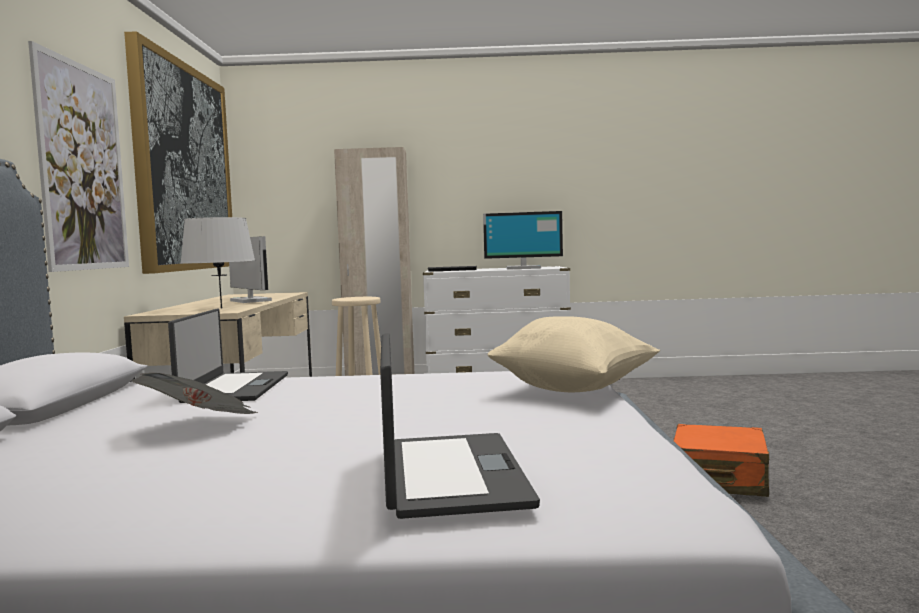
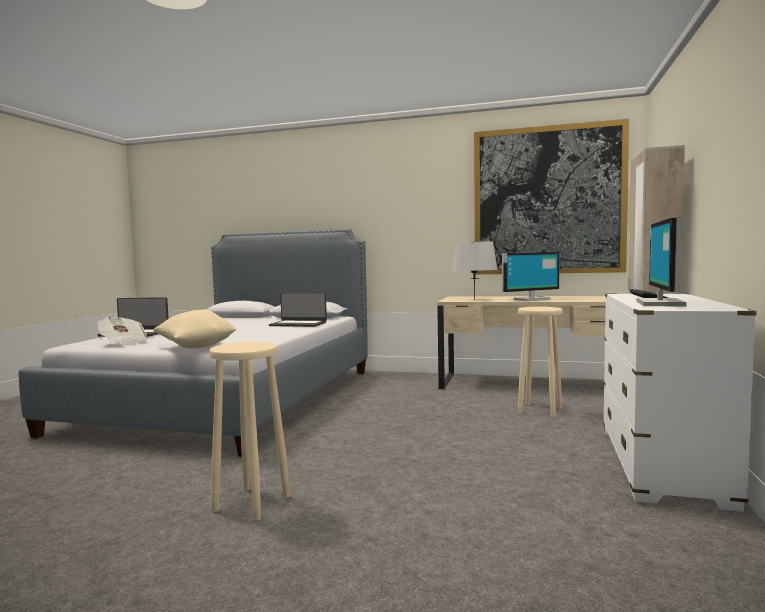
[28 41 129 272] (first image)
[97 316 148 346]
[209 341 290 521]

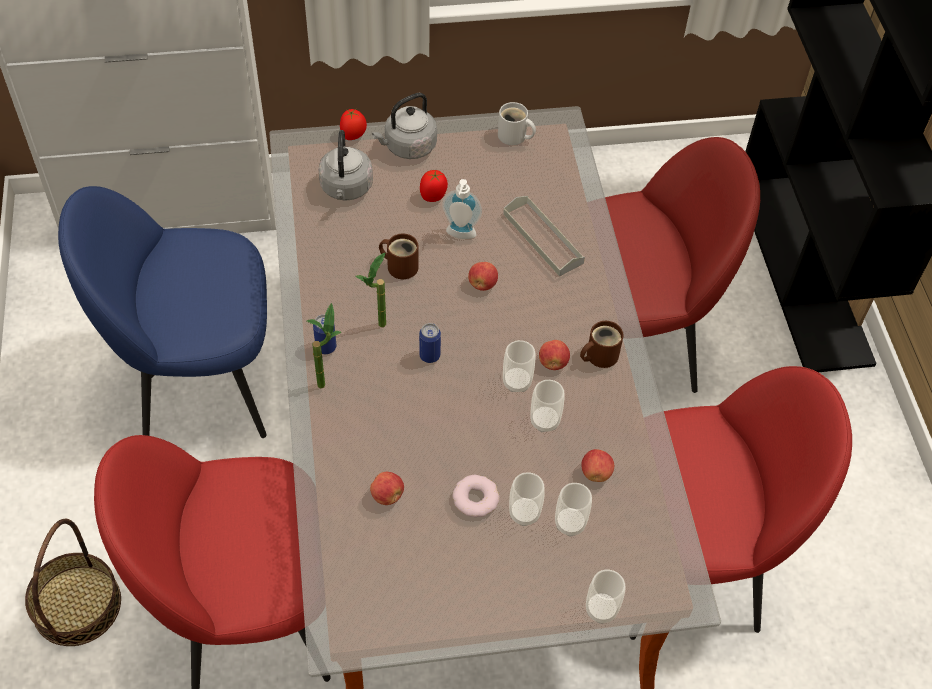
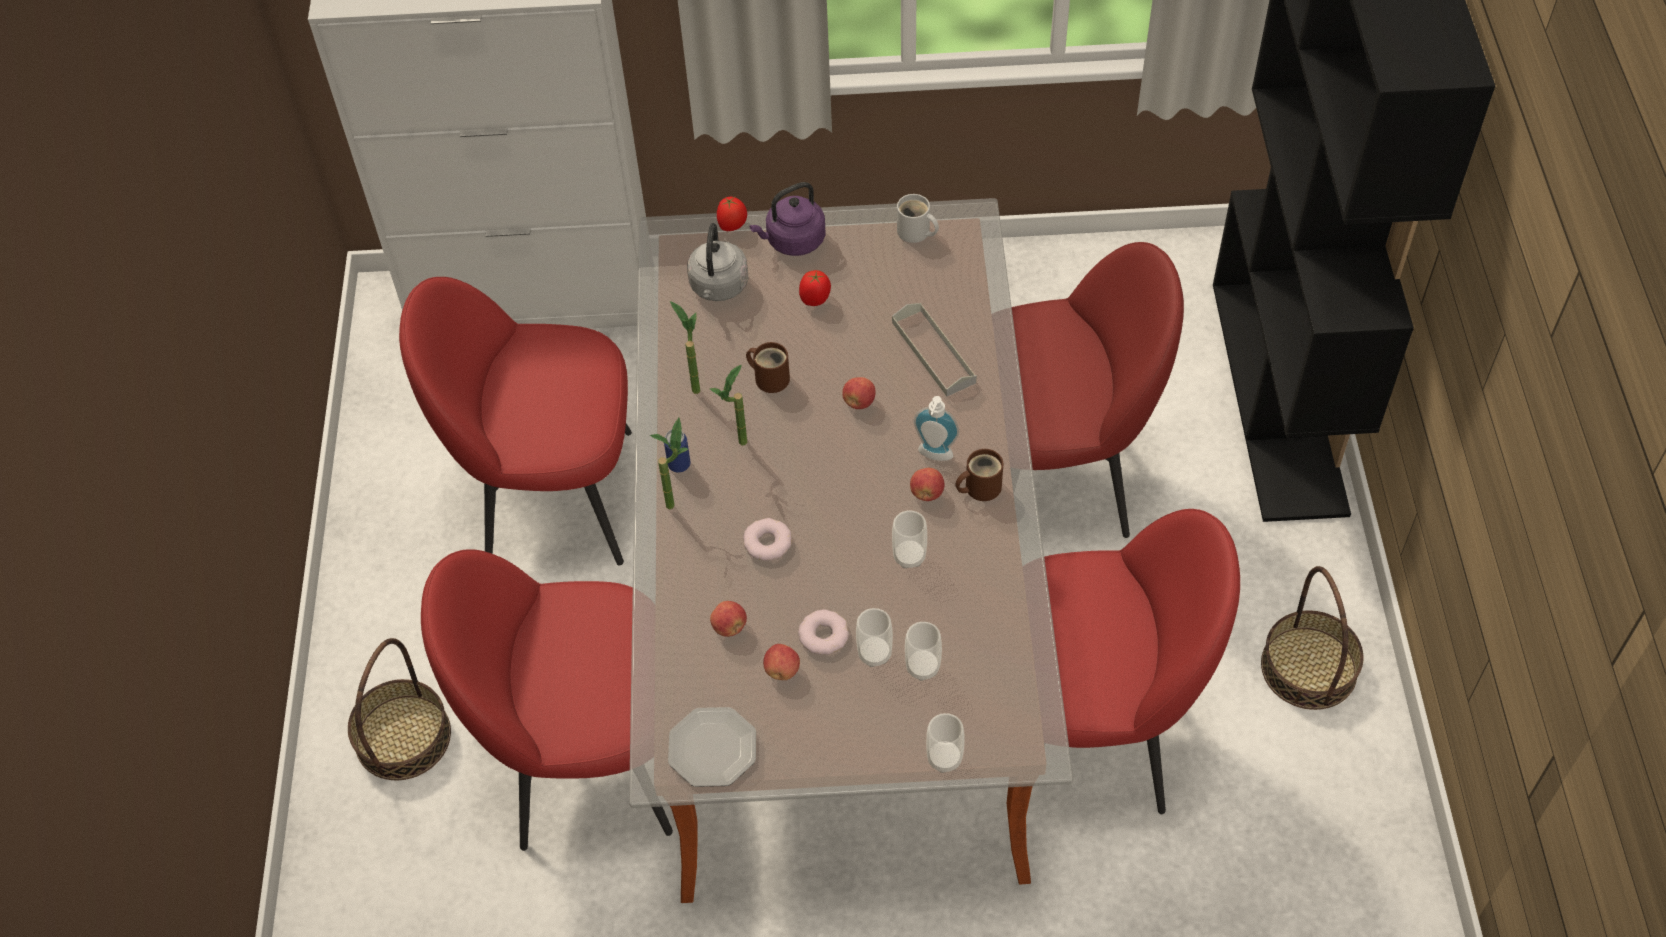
[419 323 441 363] (first image)
[503 340 535 392] (first image)
[668 707 756 787]
[670 301 700 394]
[743 518 792 561]
[1261 566 1363 710]
[914 396 959 461]
[763 644 800 680]
[399 277 632 566]
[749 182 826 256]

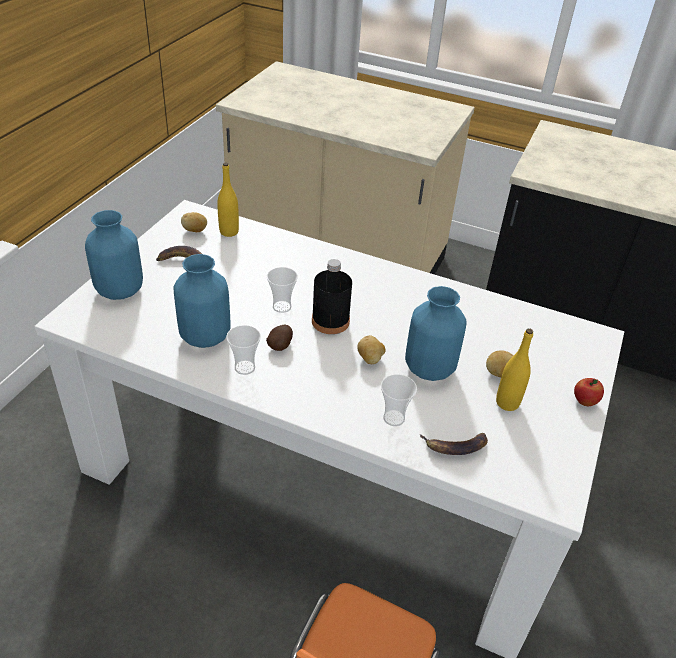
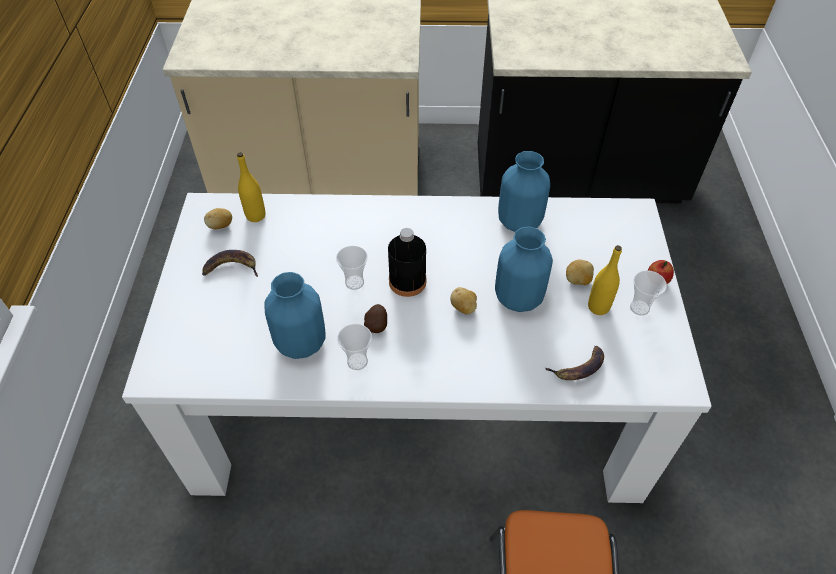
[498 151 550 232]
[630 270 667 316]

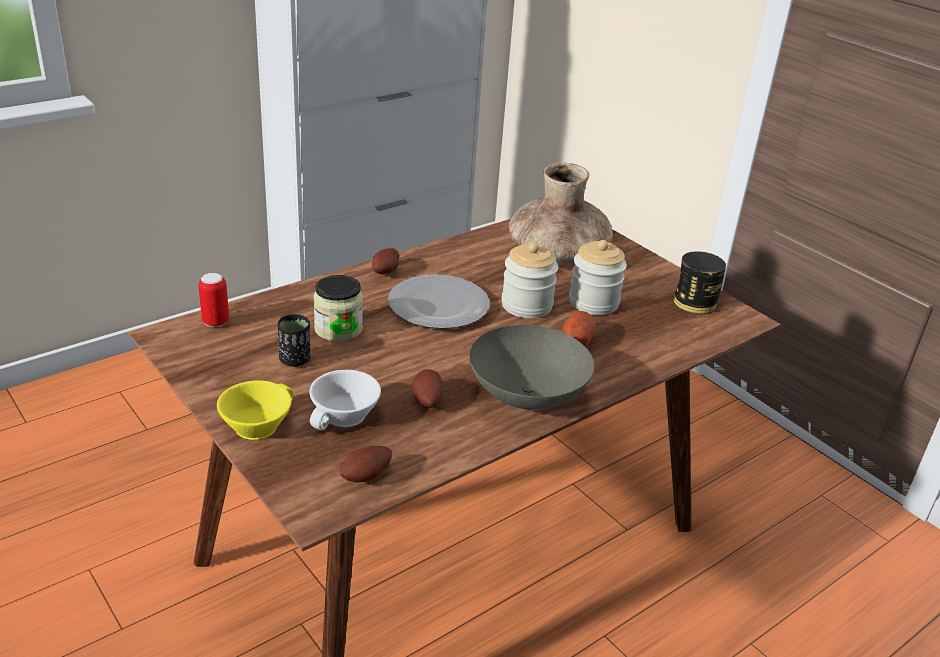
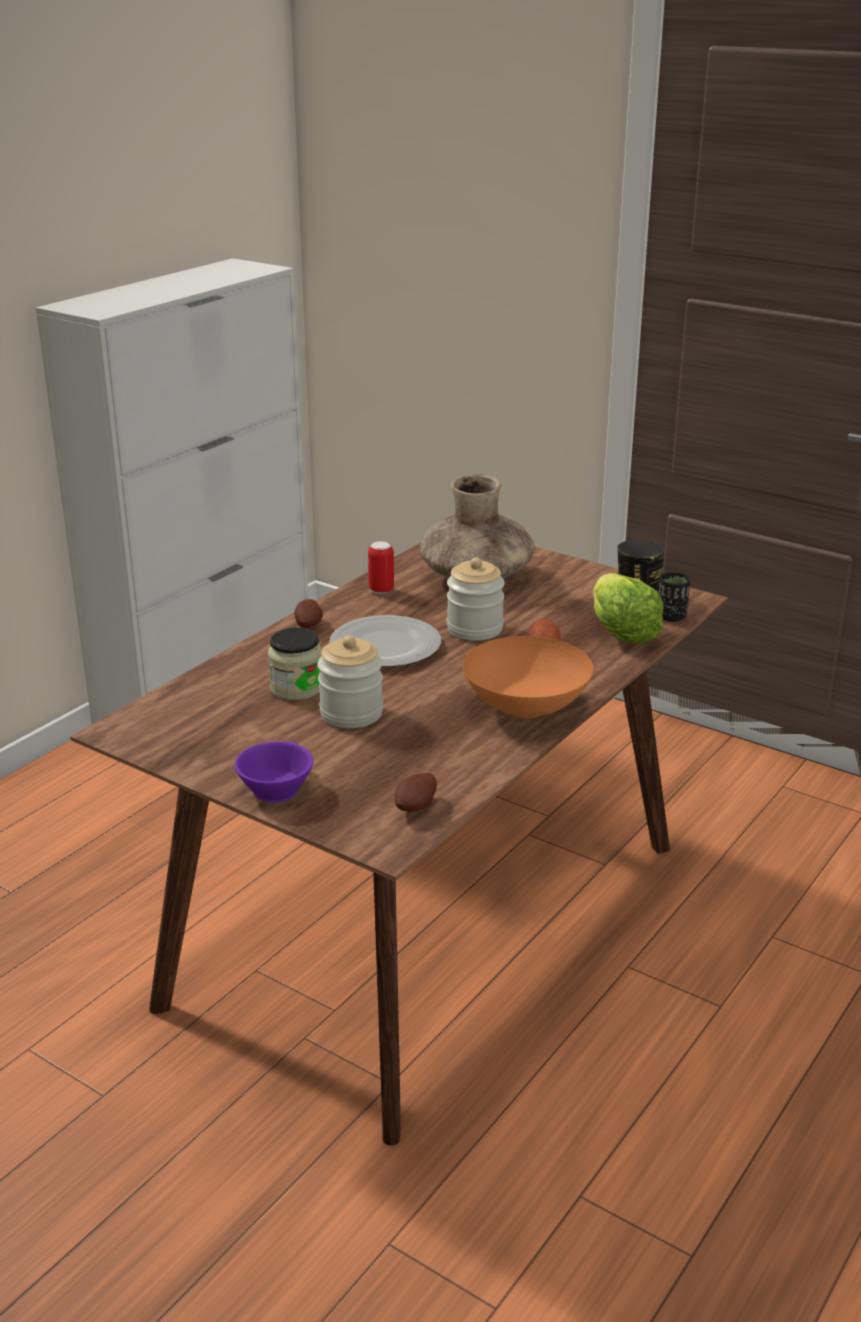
[309 370 381 430] (first image)
[412 369 443 408] (first image)
[593 573 663 644]
[368 541 394 594]
[659 572 690 622]
[317 636 383 728]
[235 741 313 803]
[463 636 593 718]

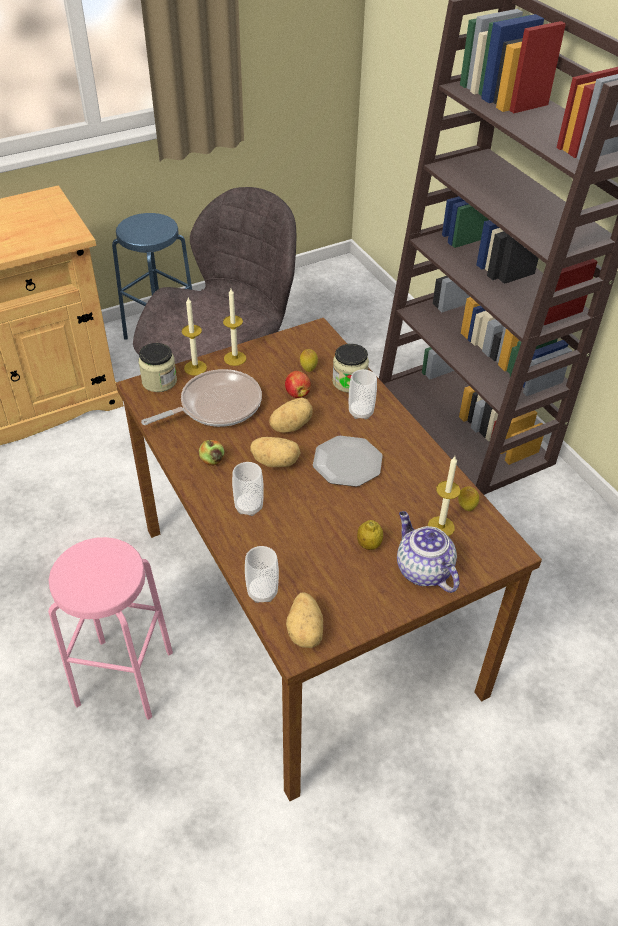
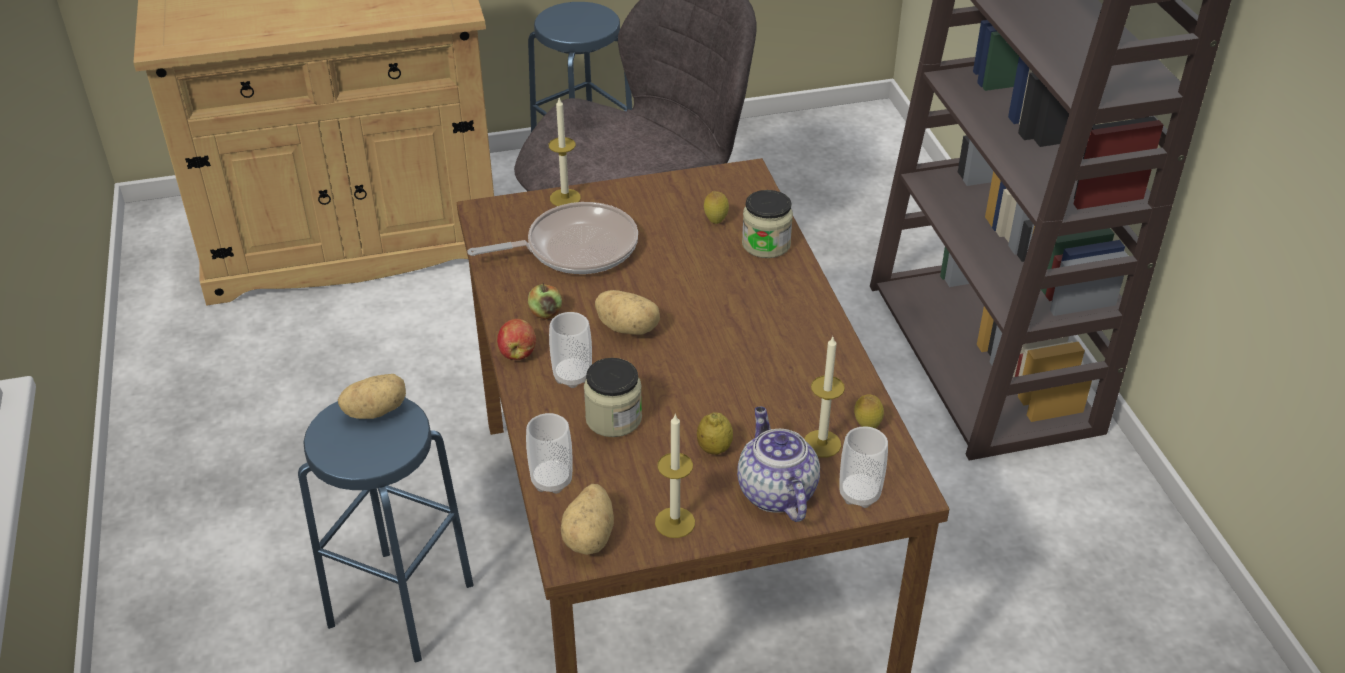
[313 436 383 487] (first image)
[584 358 642 437]
[655 413 695 538]
[338 374 406 419]
[497 319 536 360]
[839 426 888 508]
[298 398 474 663]

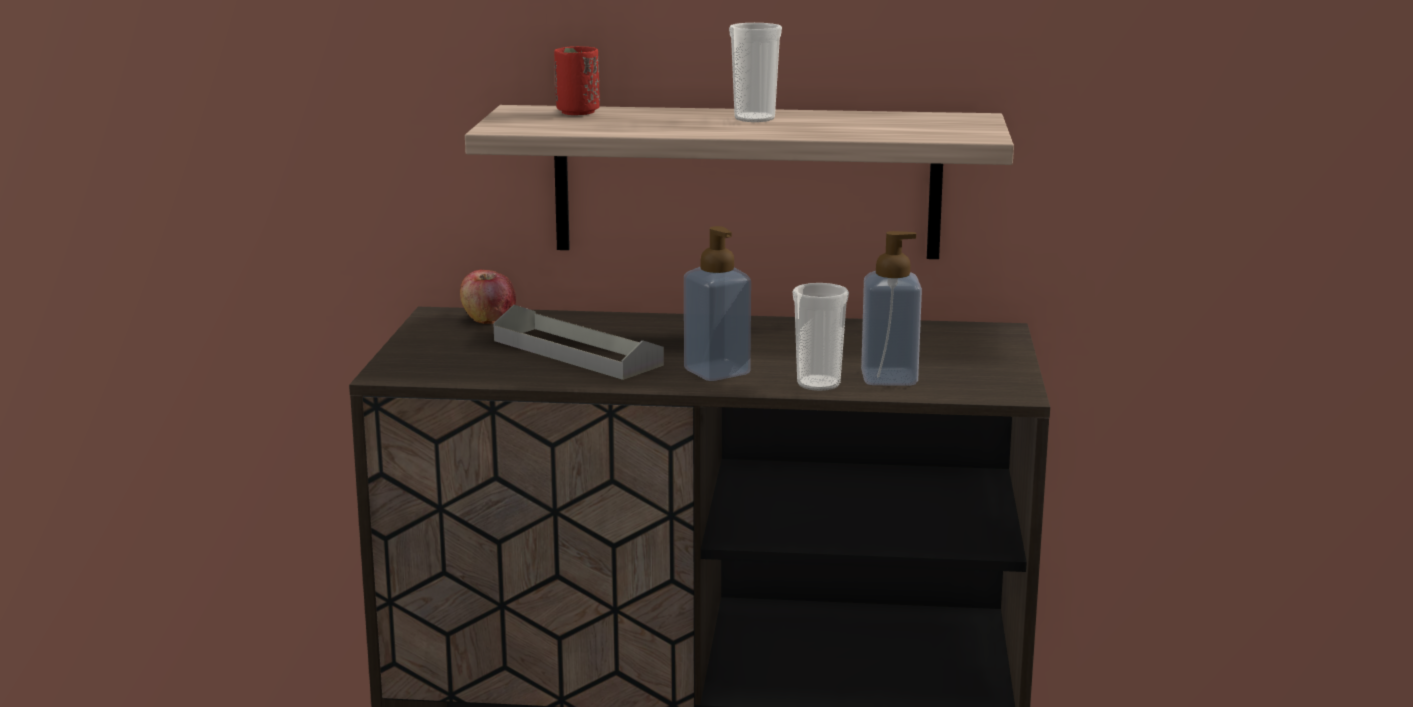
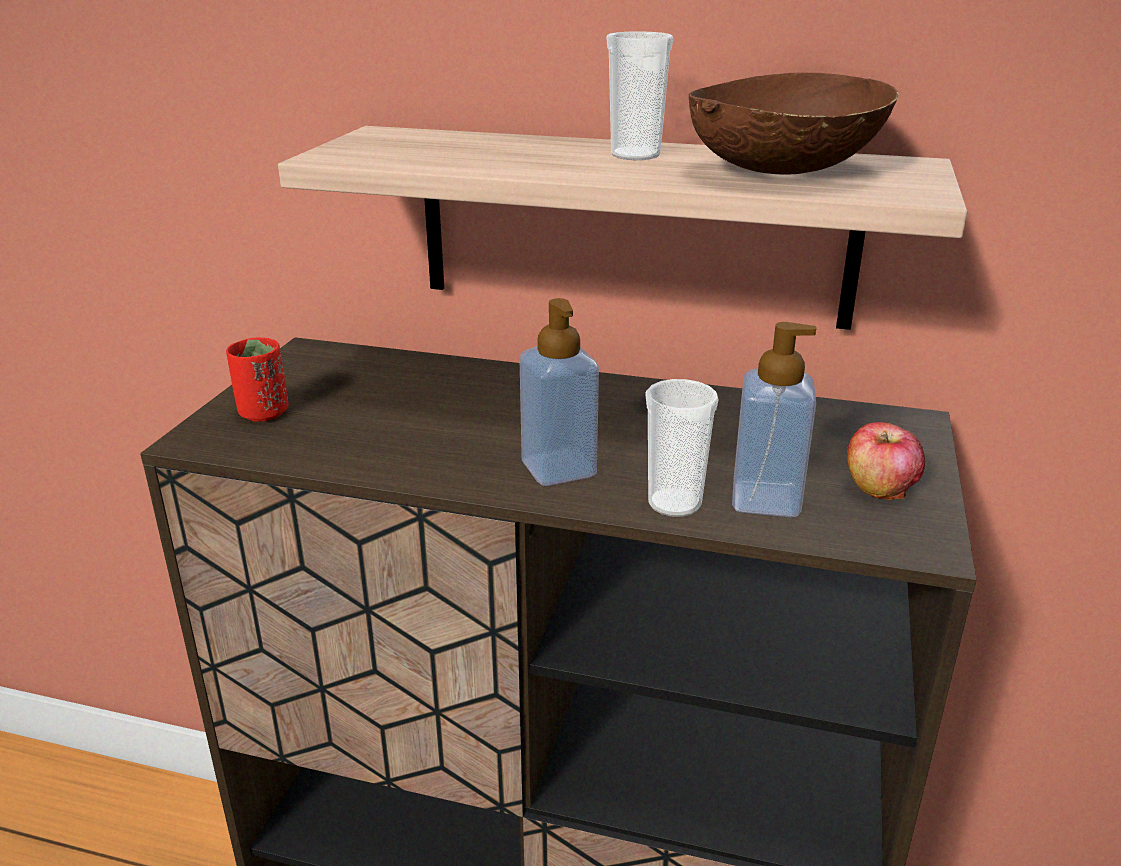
[493 305 664 380] (first image)
[689 72 899 175]
[847 422 925 500]
[226 338 289 422]

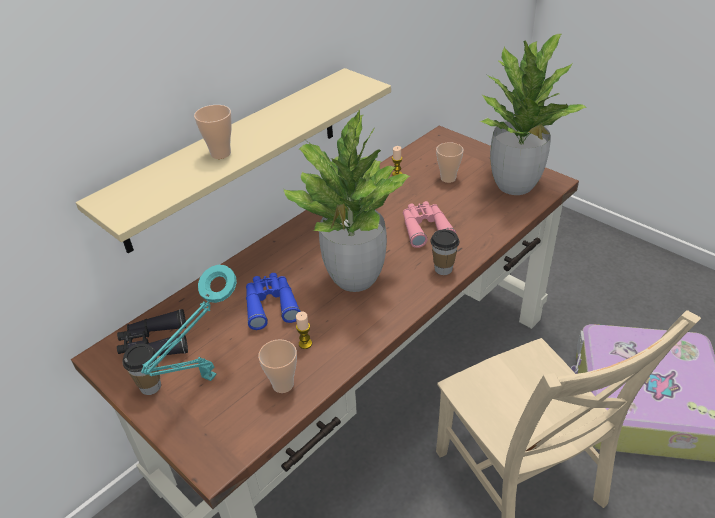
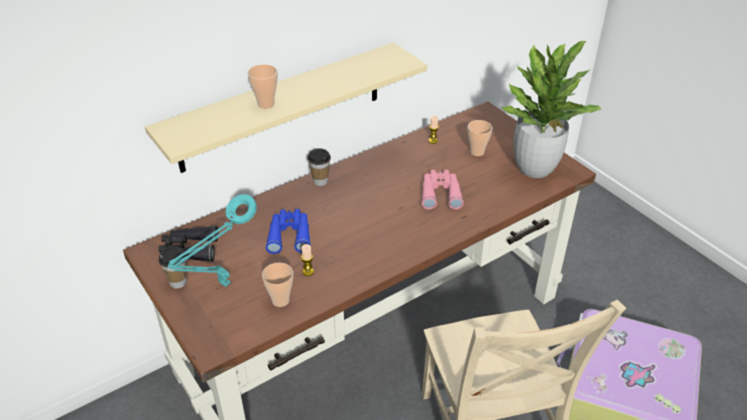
[284 108 411 292] (first image)
[308 148 331 186]

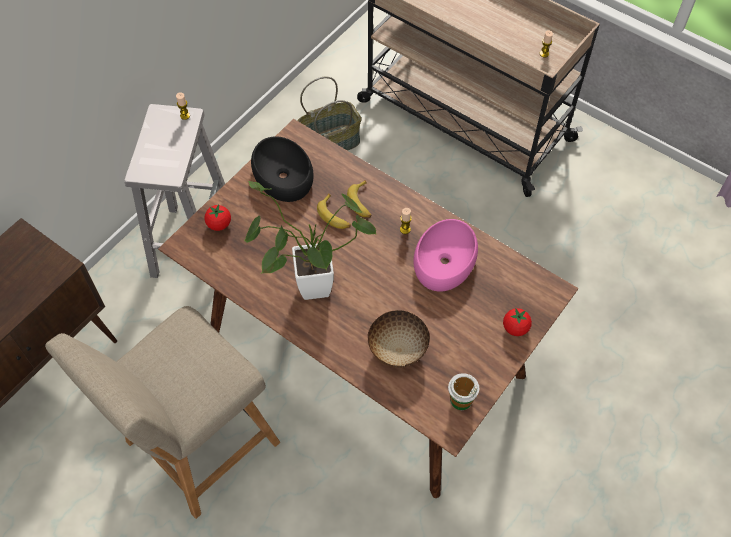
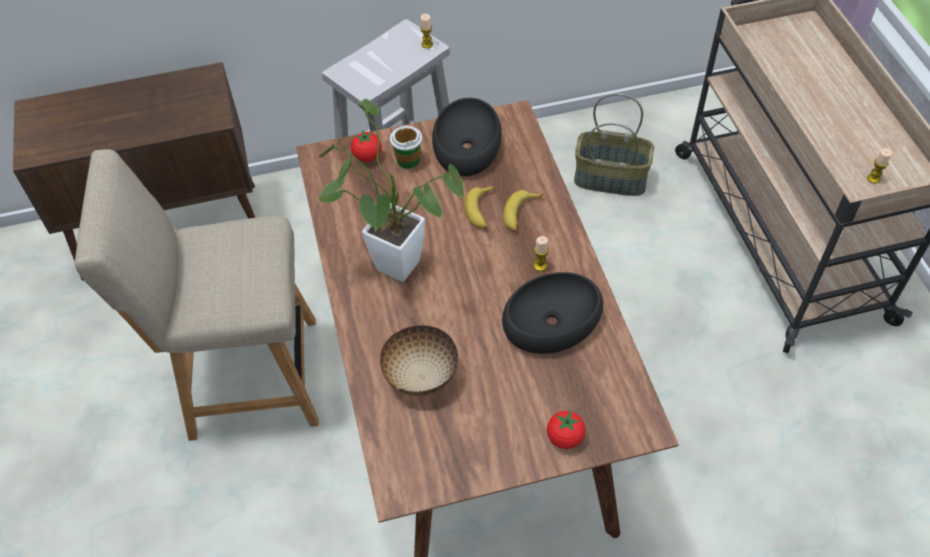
[390 126 422 169]
[502 272 603 354]

